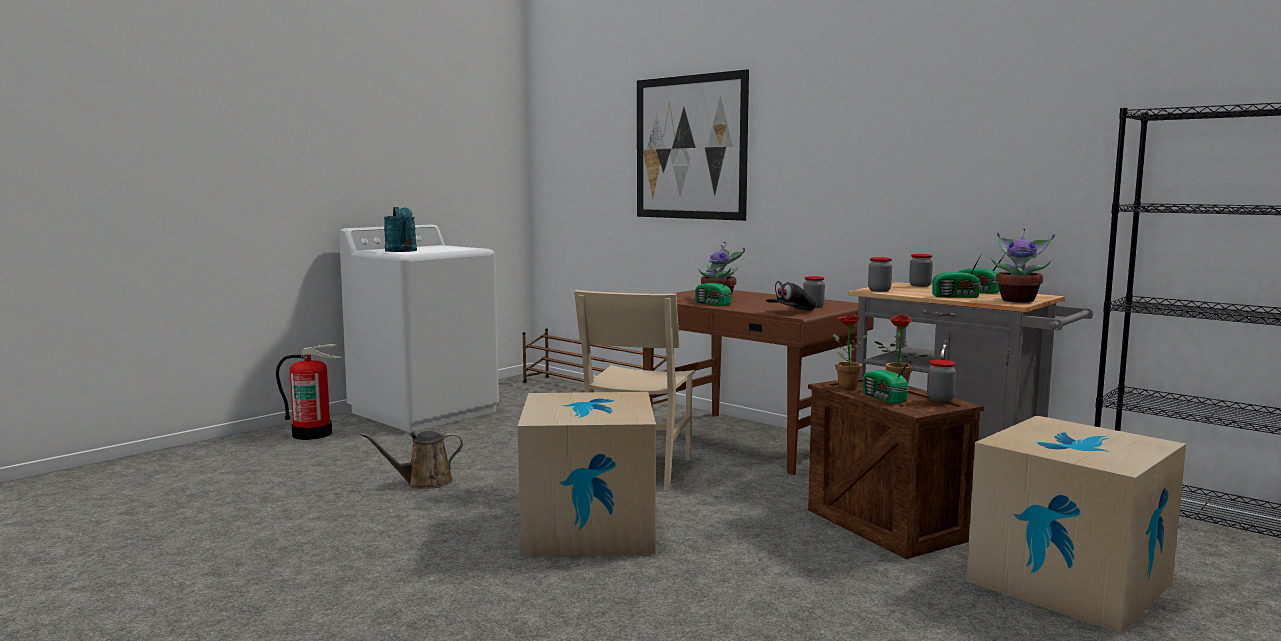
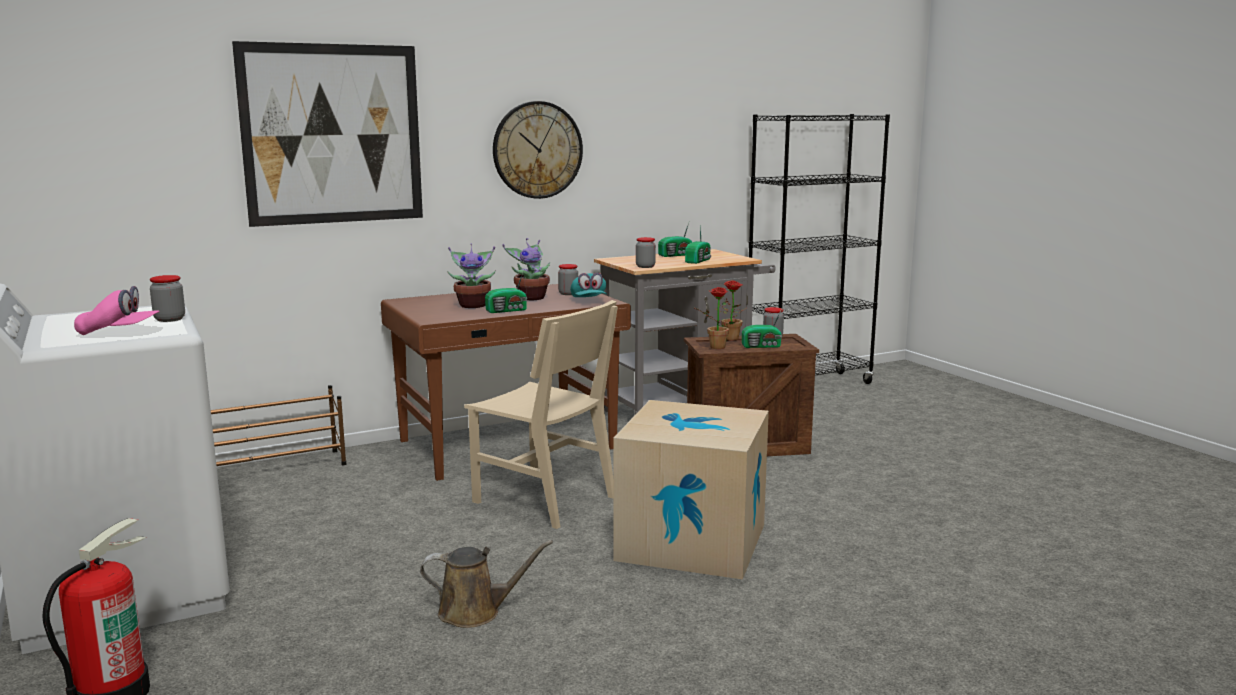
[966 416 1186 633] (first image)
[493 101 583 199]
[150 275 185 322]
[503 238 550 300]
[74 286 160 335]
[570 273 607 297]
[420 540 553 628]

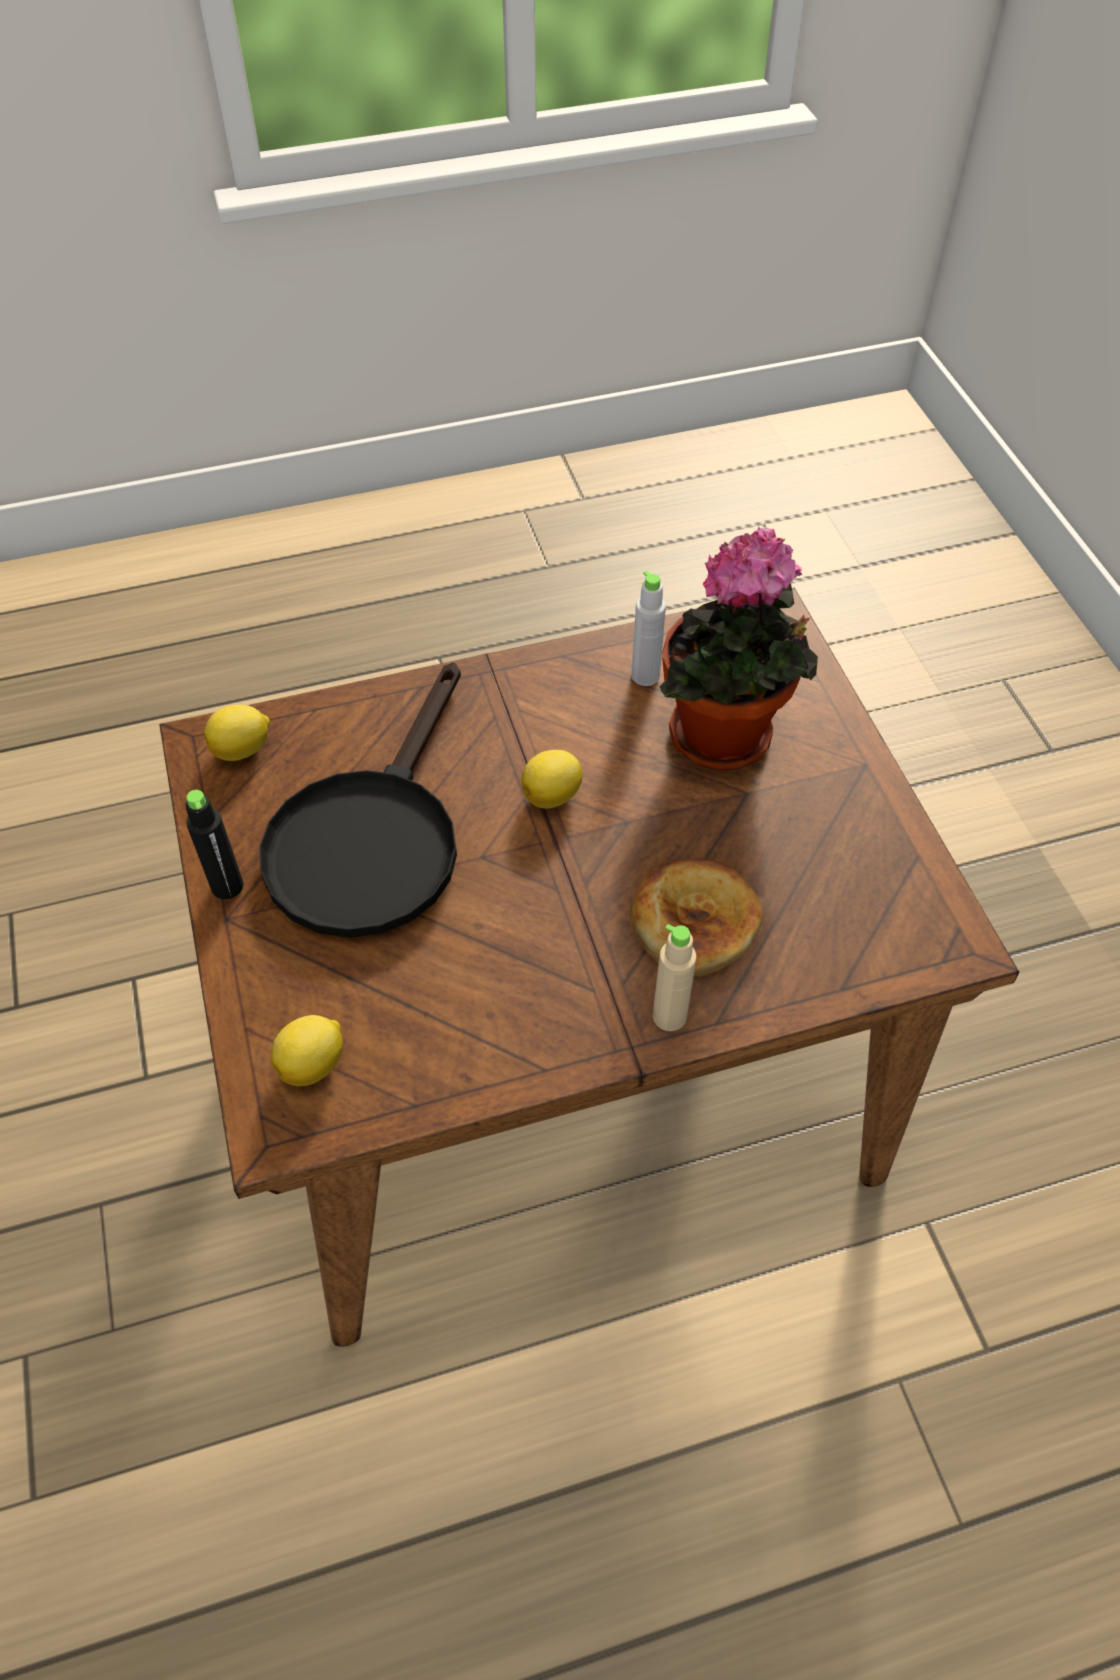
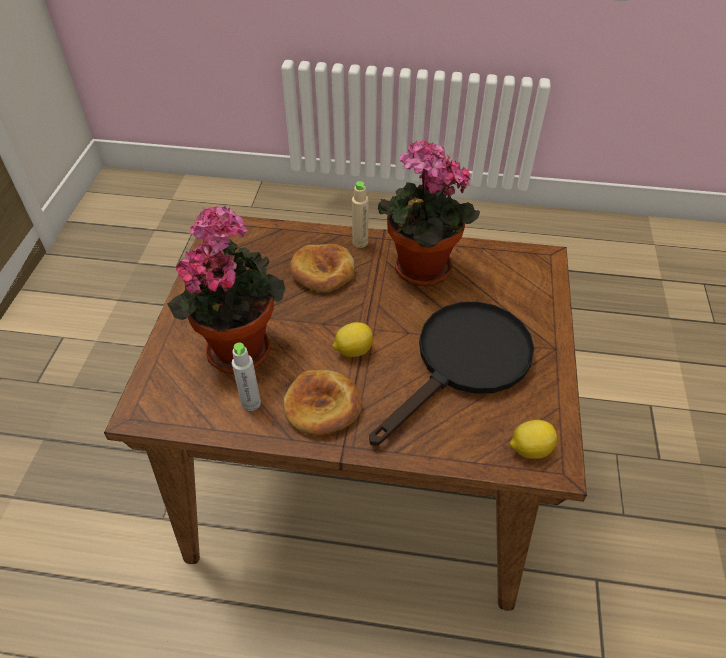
[186 790 244 899] (first image)
[271 1015 343 1086] (first image)
[283 370 362 436]
[378 140 480 286]

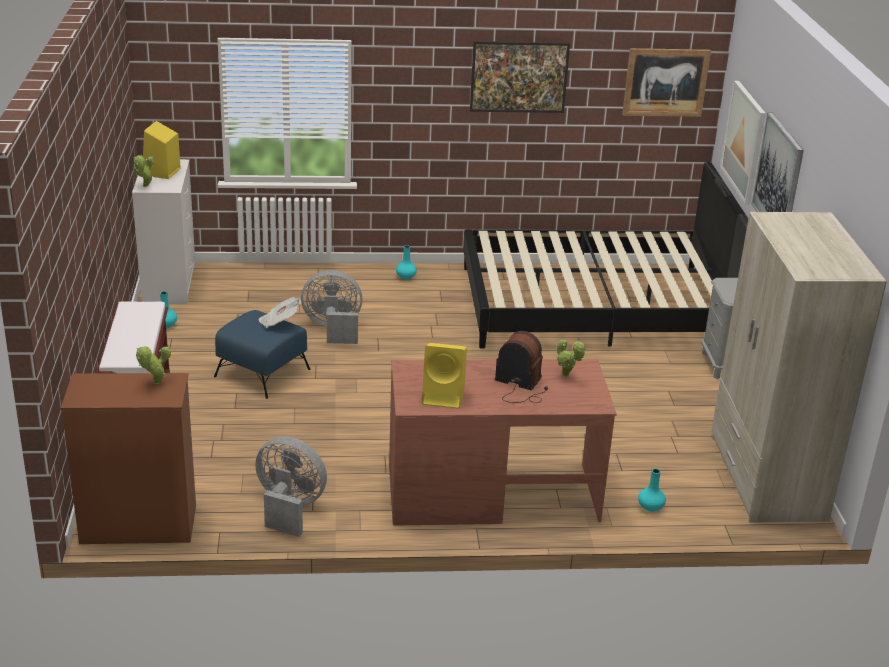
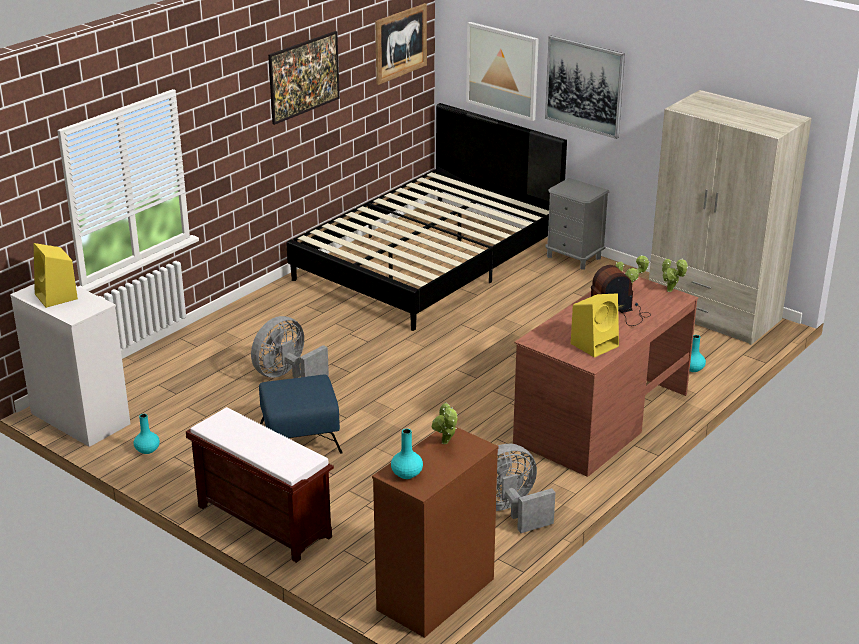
[259 297 301 328] (first image)
[662 258 688 292]
[391 429 423 479]

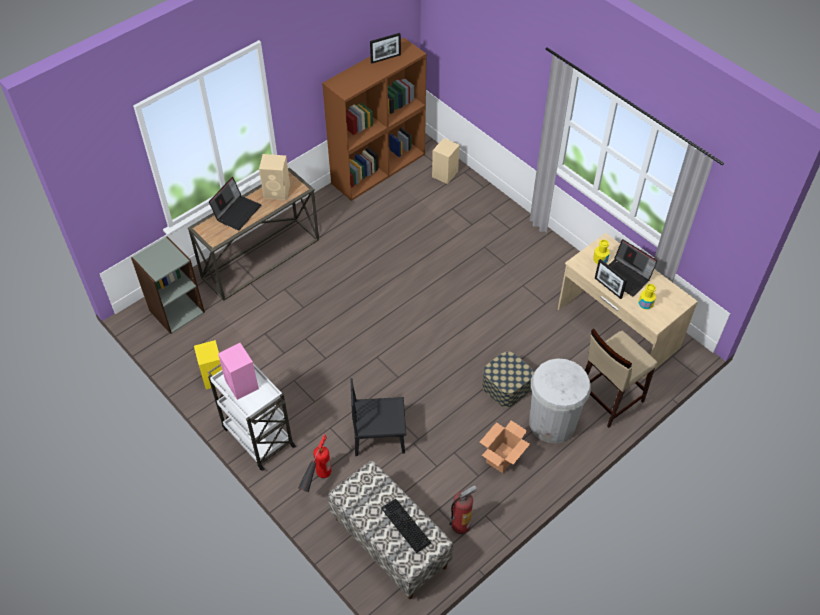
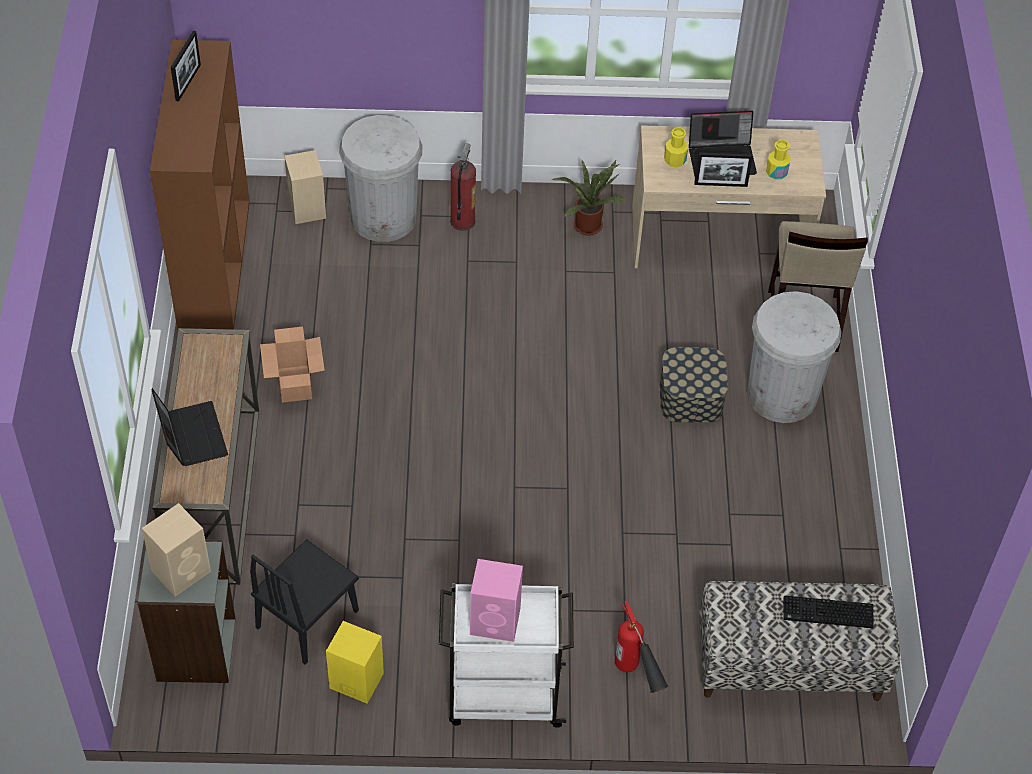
[339 115 422 242]
[552 159 626 236]
[142 503 211 596]
[250 539 359 664]
[450 143 476 231]
[260 327 325 403]

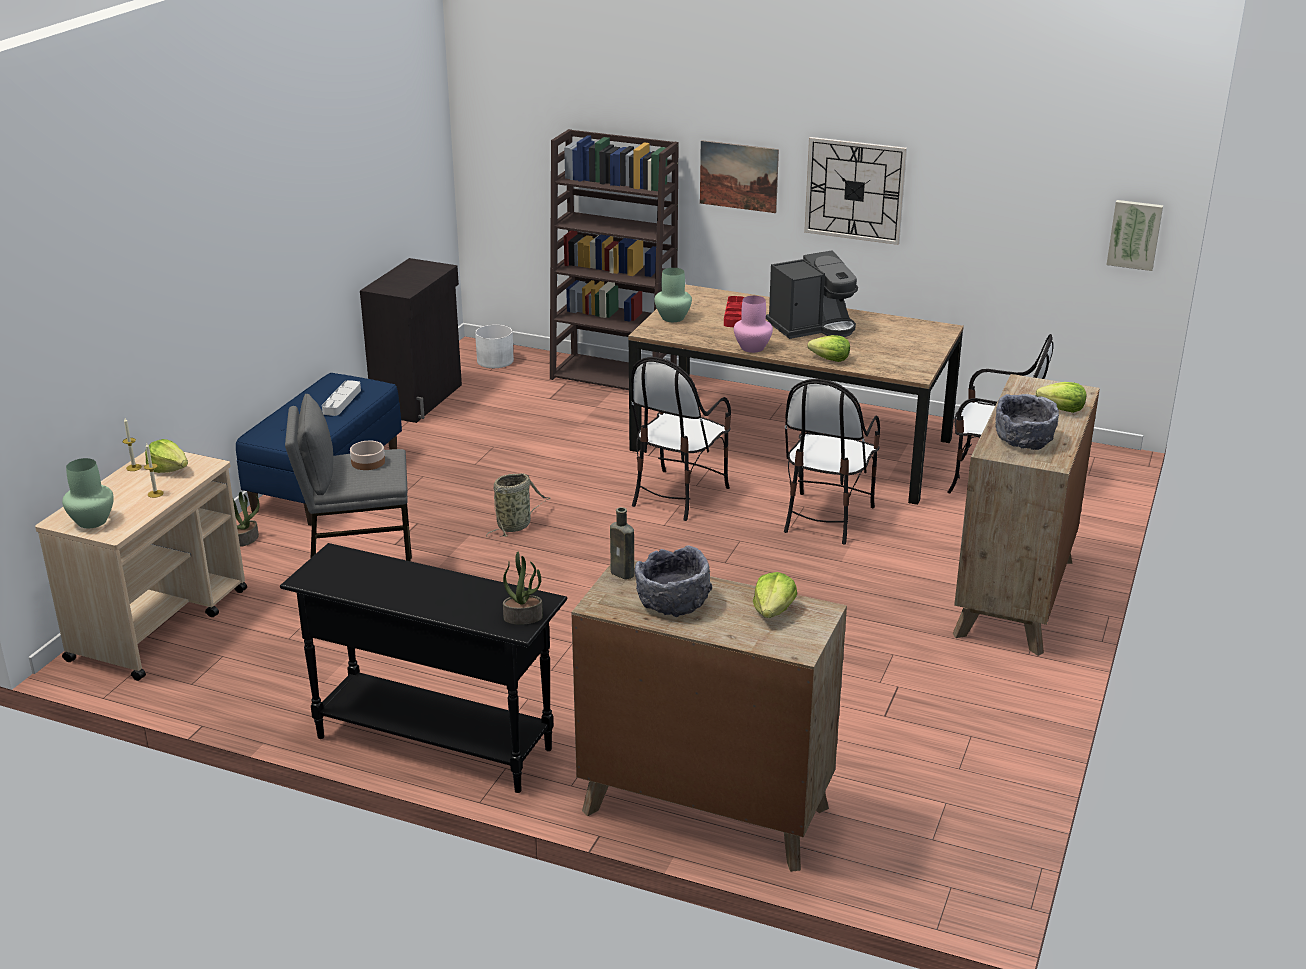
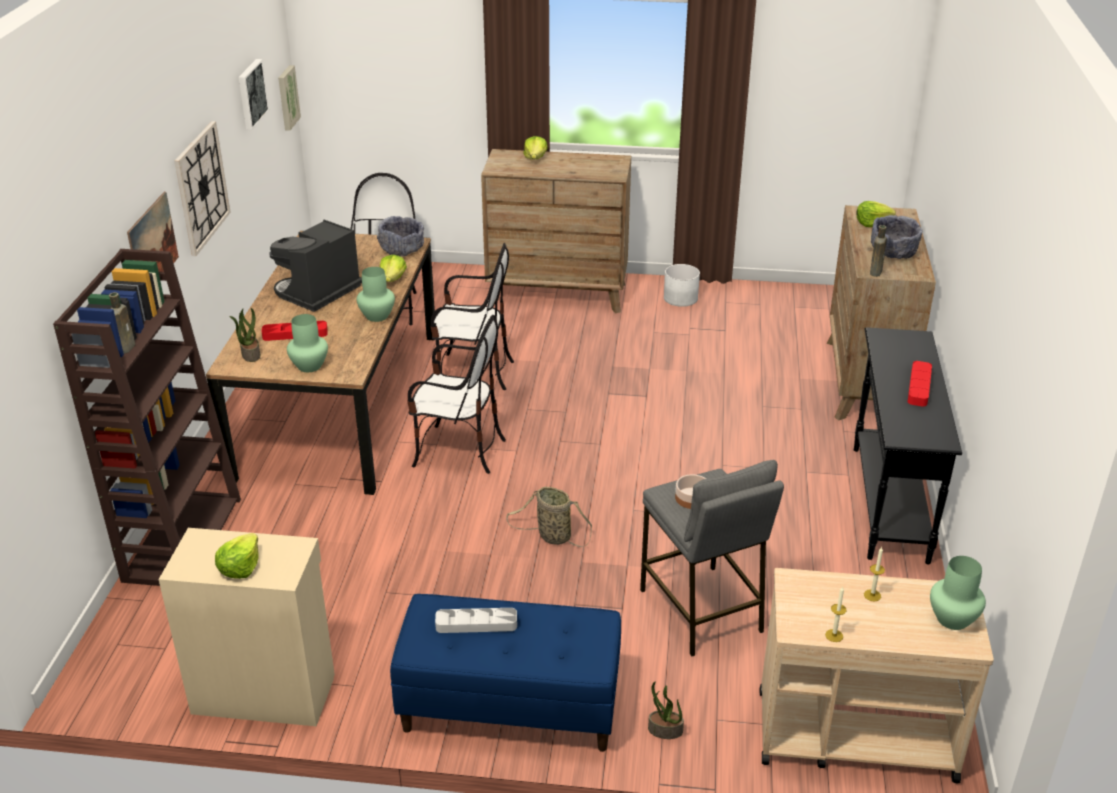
[109 292 136 354]
[239 59 269 130]
[907 361 932 407]
[215 533 258 579]
[664 264 700 307]
[230 308 260 362]
[377 216 424 256]
[158 528 335 726]
[357 267 395 322]
[269 220 362 312]

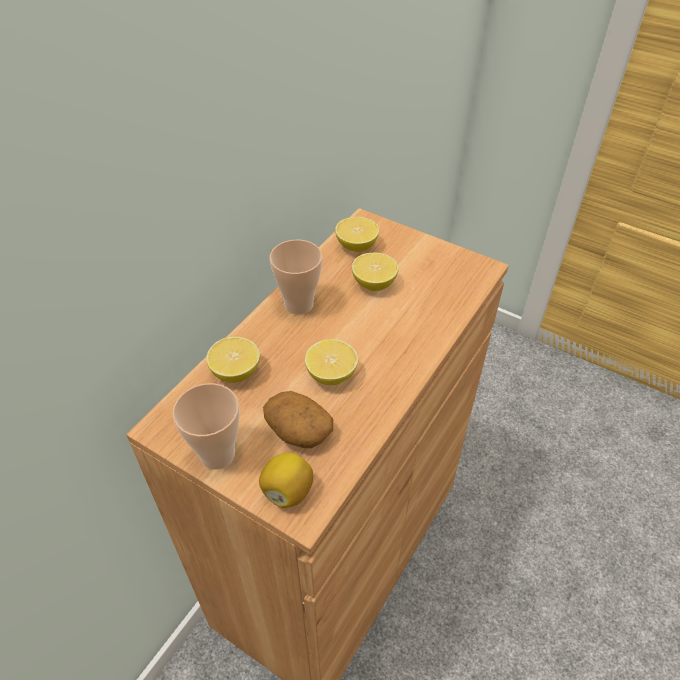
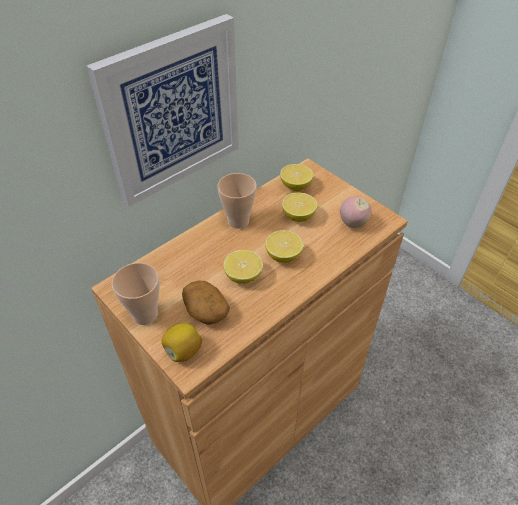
[86 14 239 207]
[340 196 371 228]
[265 230 304 263]

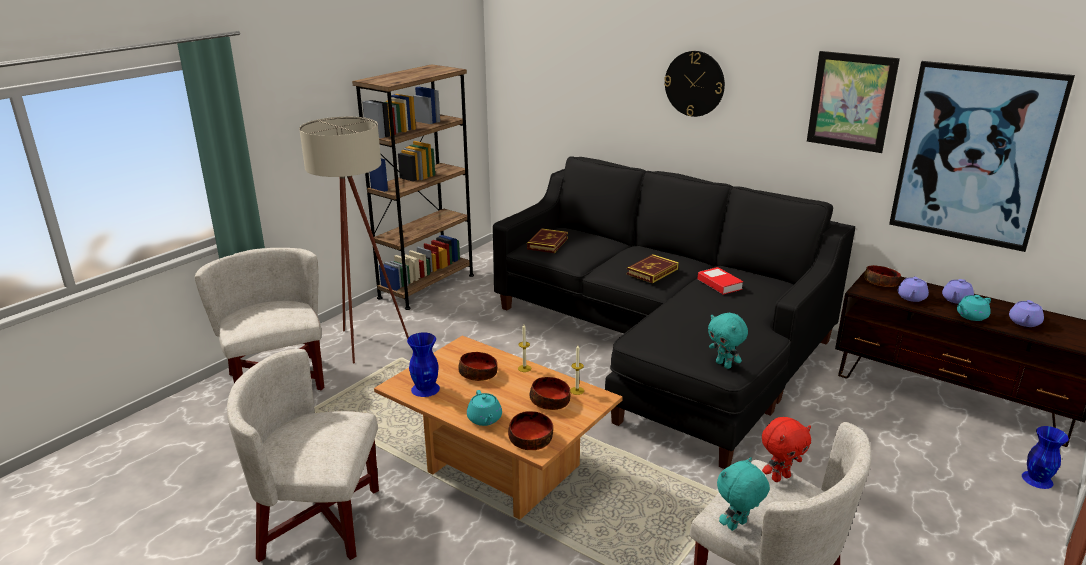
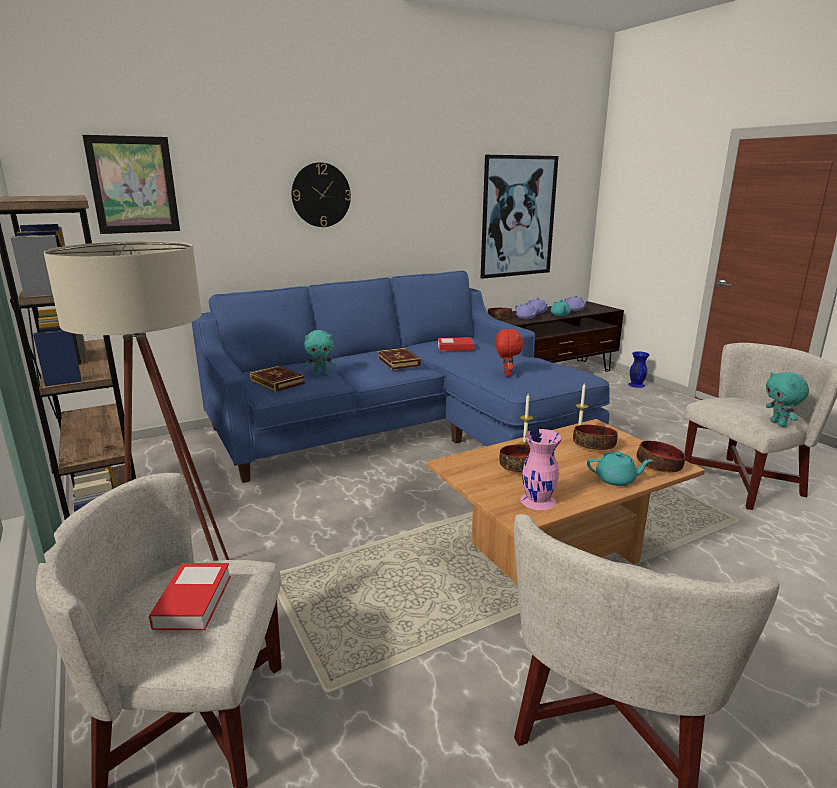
[149 563 231 630]
[304 330 336 375]
[495 329 524 377]
[82 135 180 234]
[520 429 562 510]
[192 271 610 483]

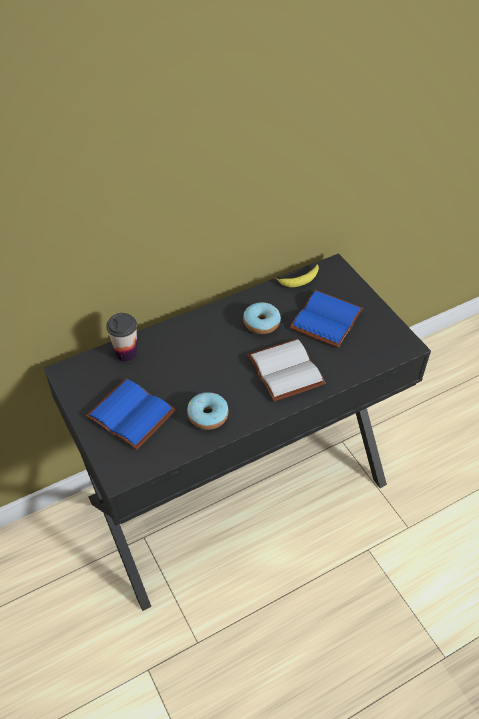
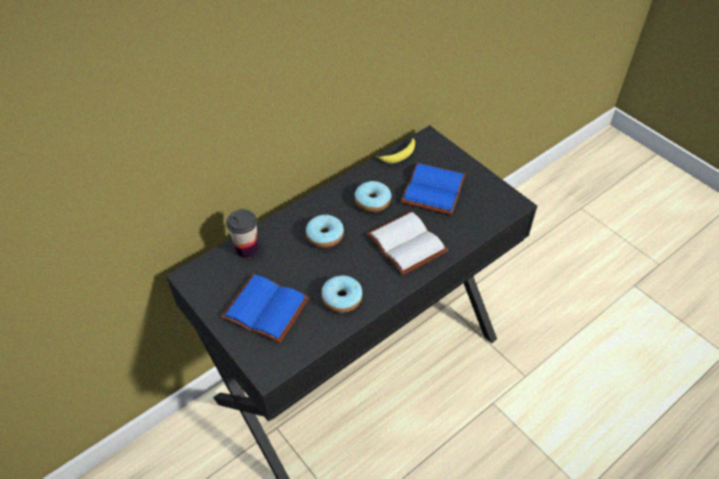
[306 214 344 248]

